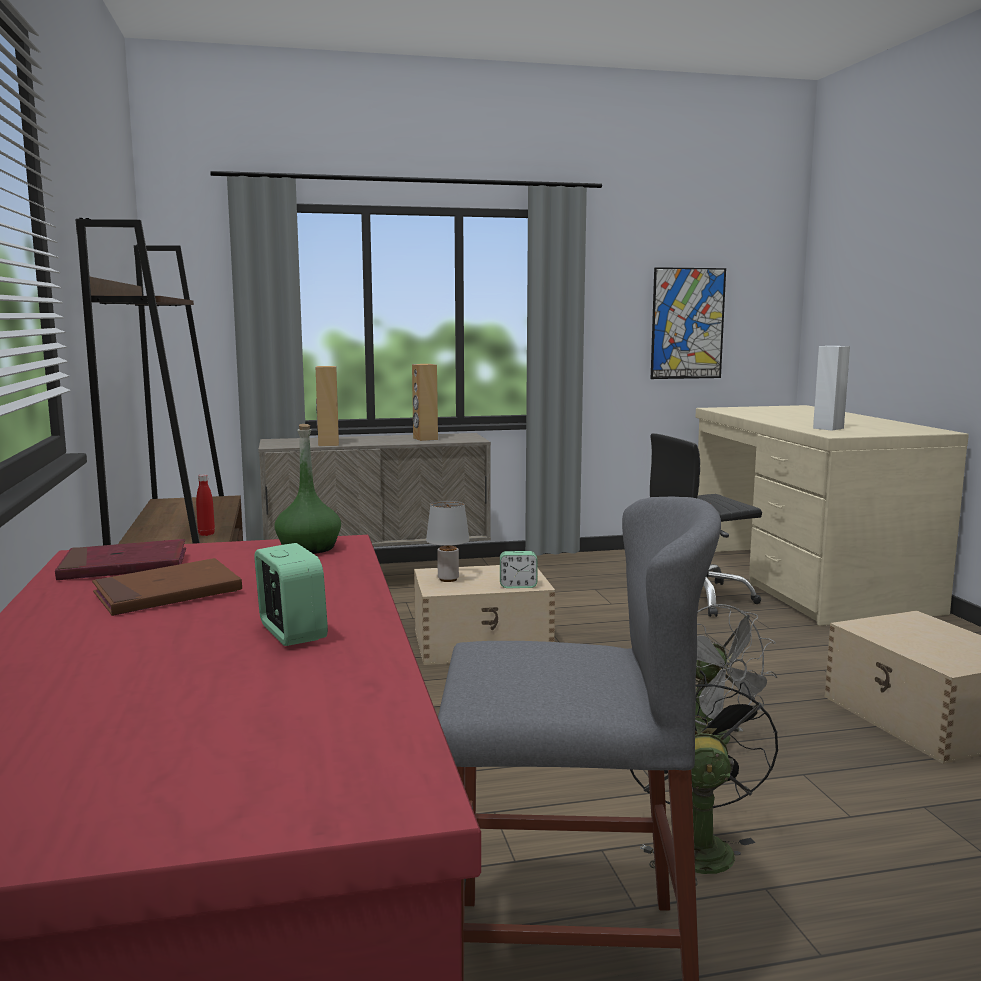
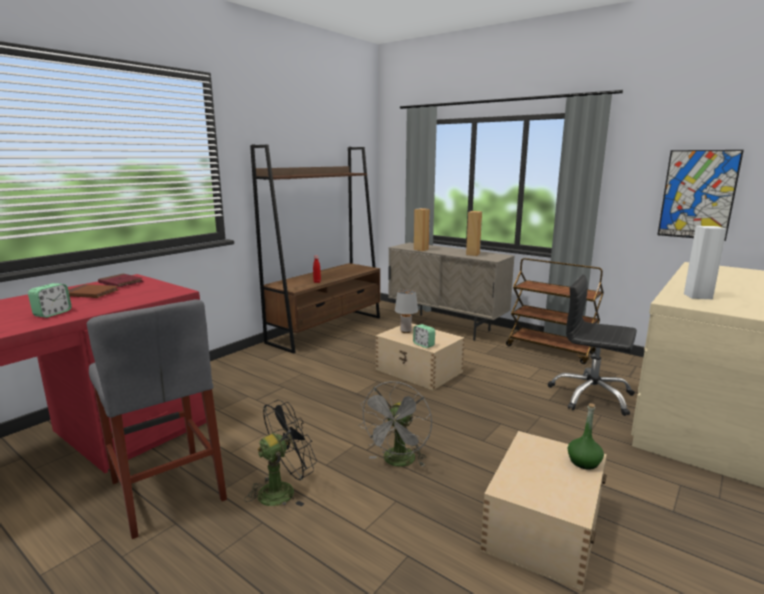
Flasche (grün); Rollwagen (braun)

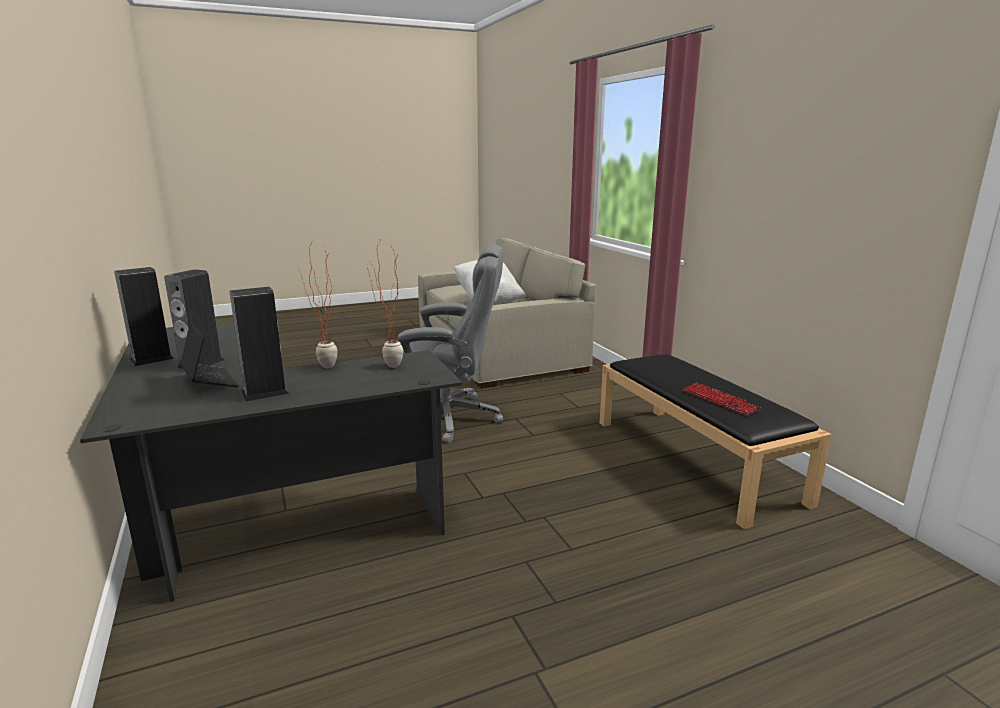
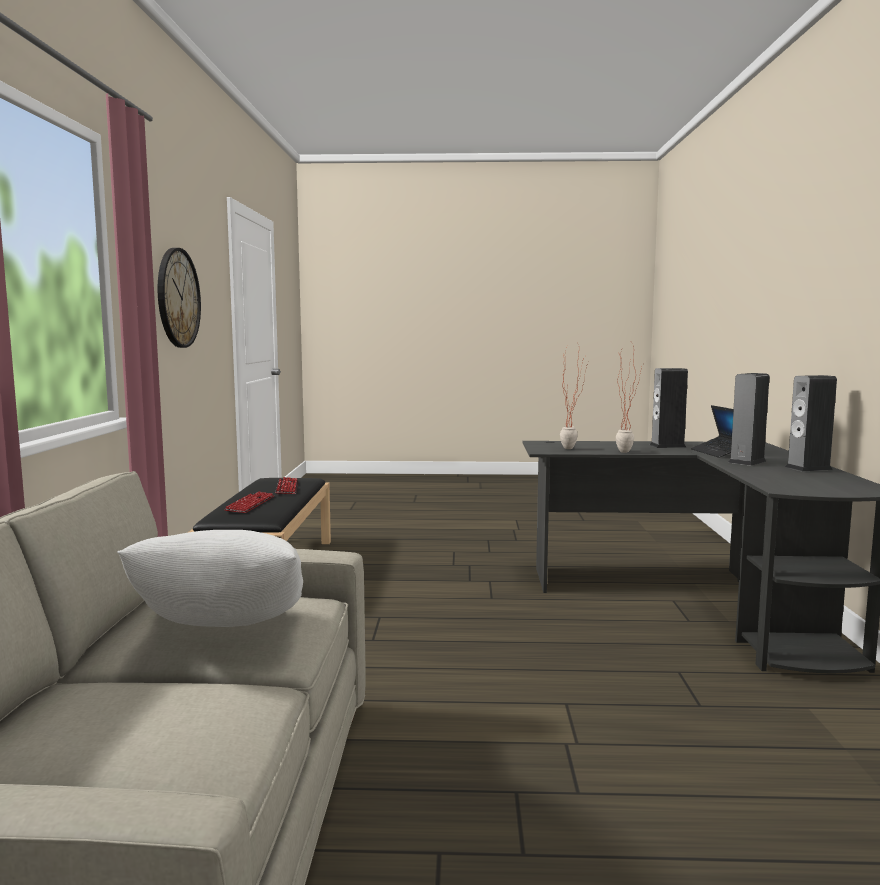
Bürostuhl (grau); Wanduhr; Tastatur (1st from left)

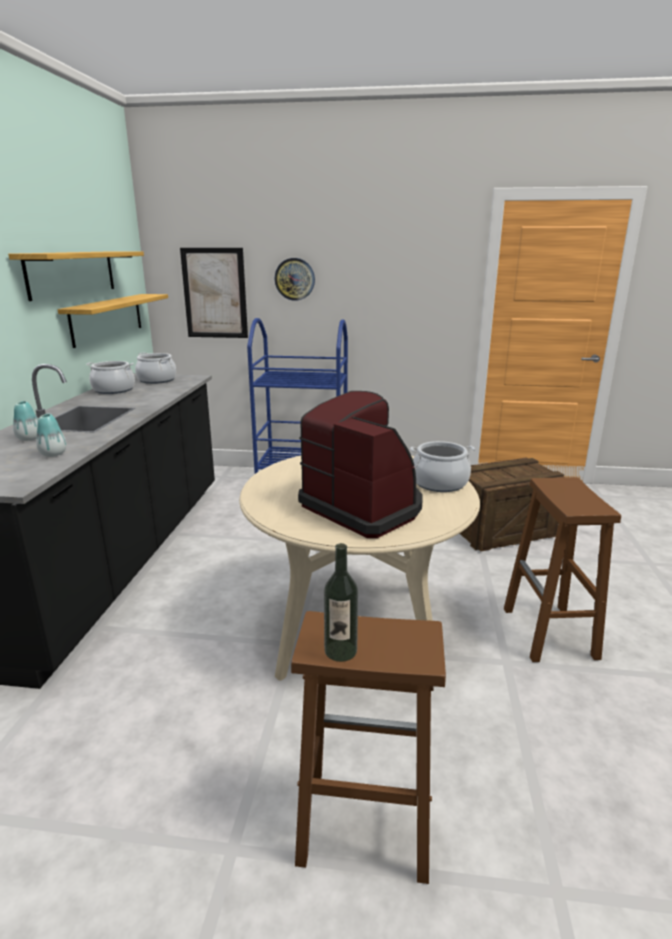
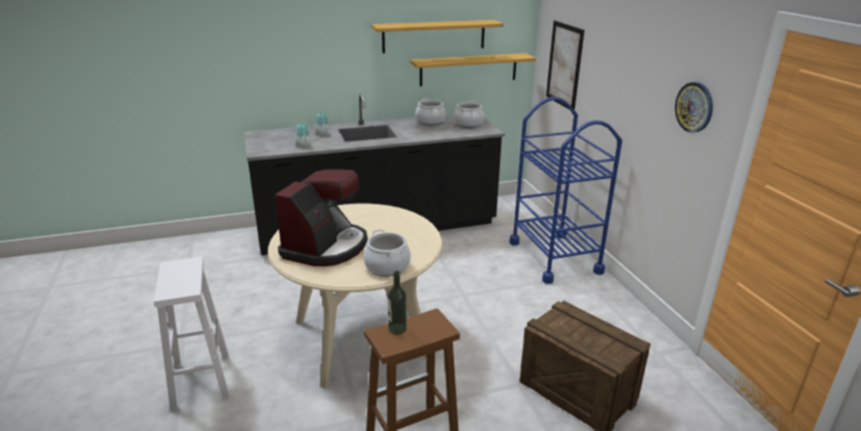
Wanduhr; Flasche; Hocker (weiß)

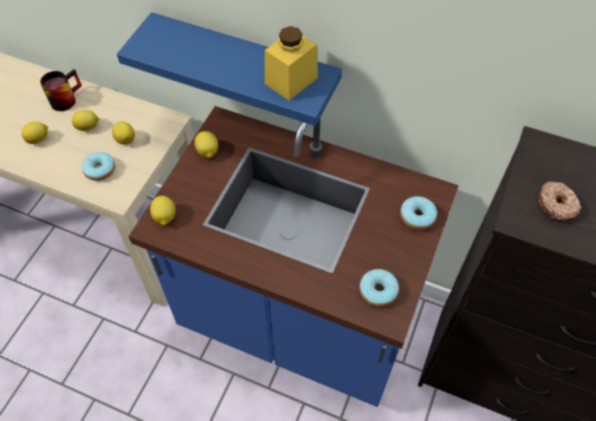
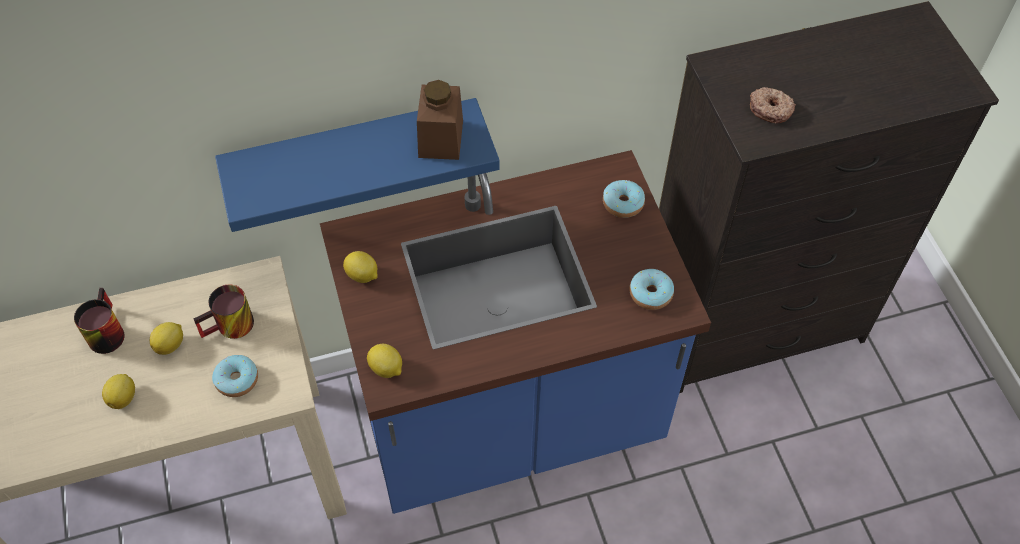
Vorratsglas (braun); Henkelbecher (2nd from left)

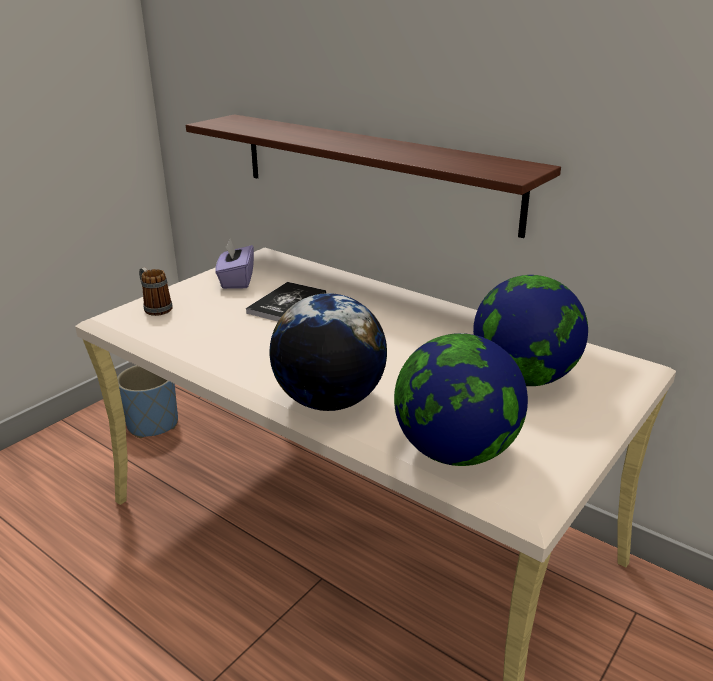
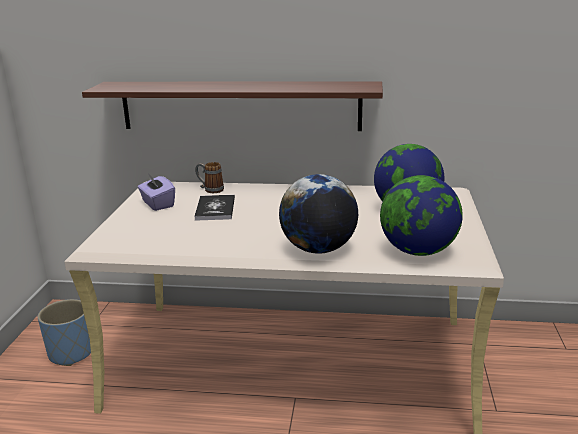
Henkelbecher

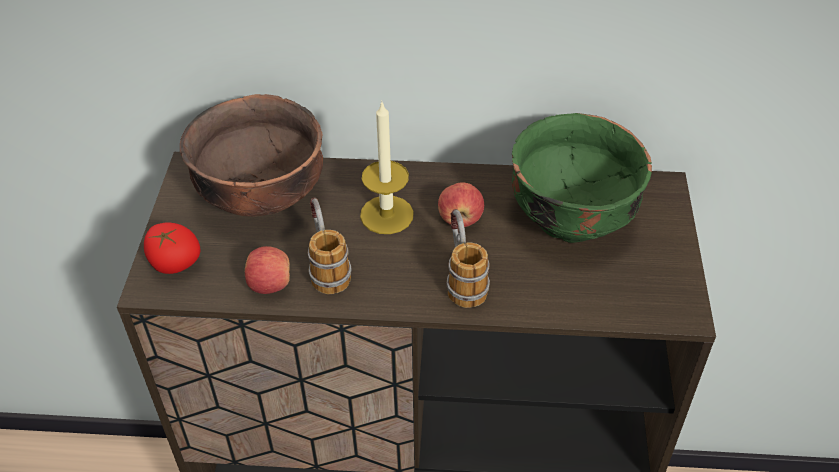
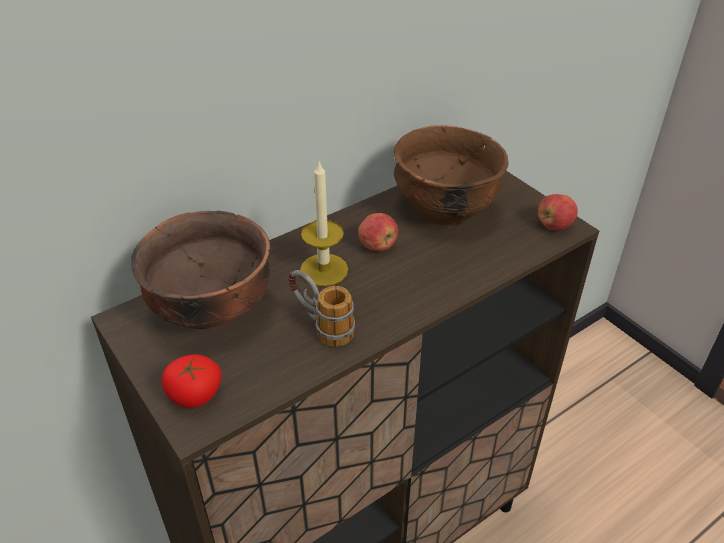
Schüssel (braun) (2nd from left); Henkelbecher (2nd from left in the first image); Apfel (2nd from left)

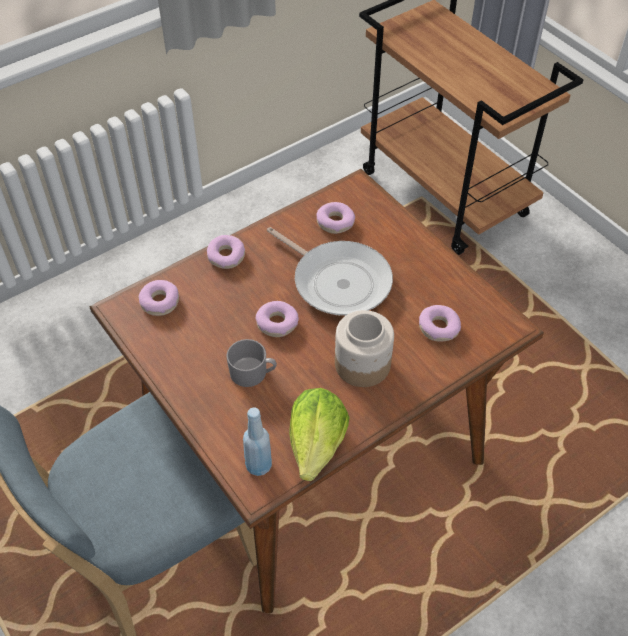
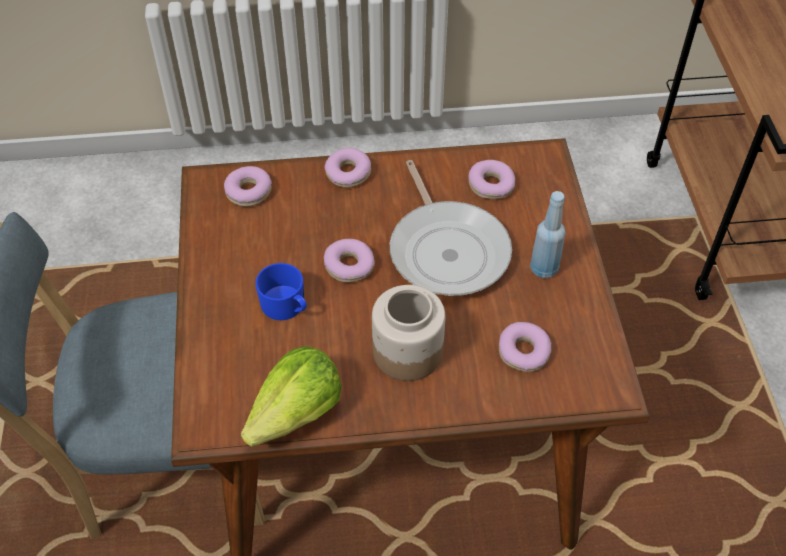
Henkelbecher (blau); Flasche (blau)

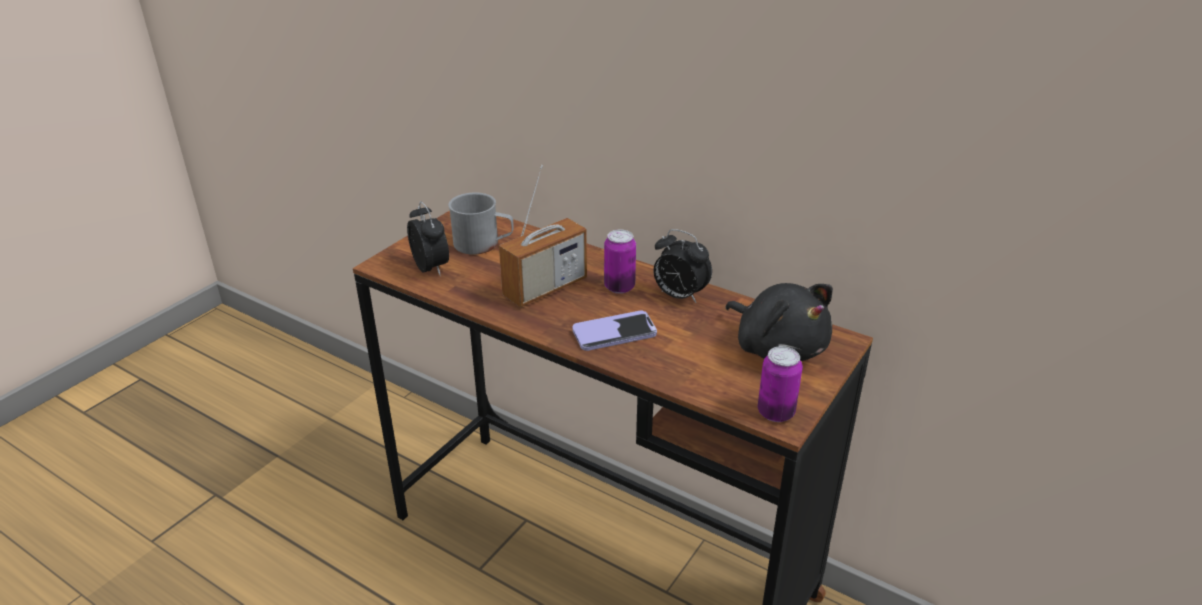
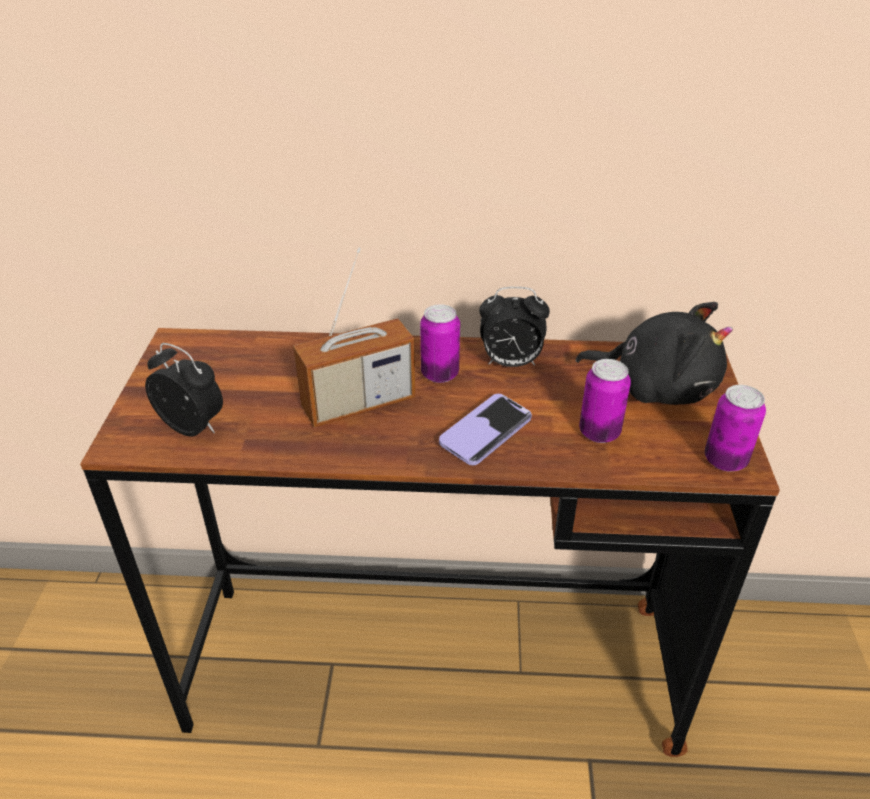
Radio; Henkelbecher (grau); Dose (2nd from left)

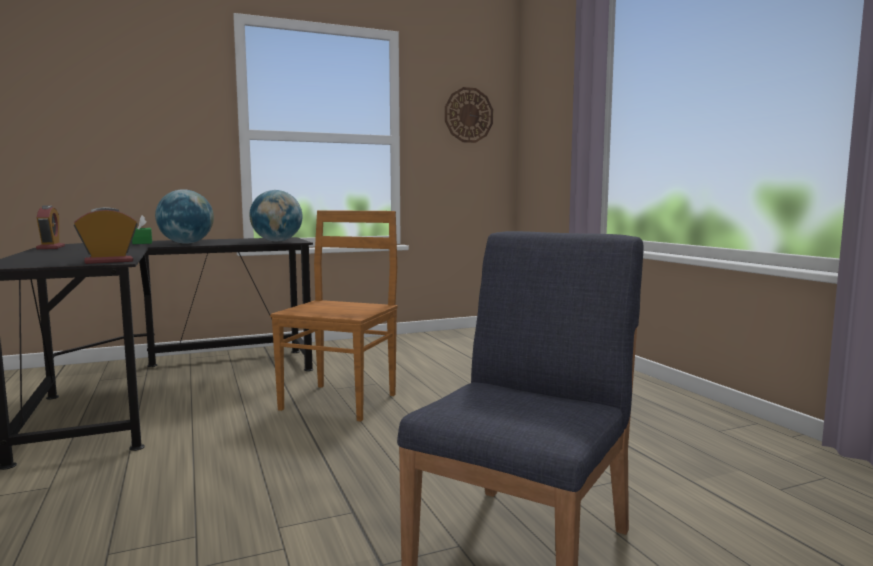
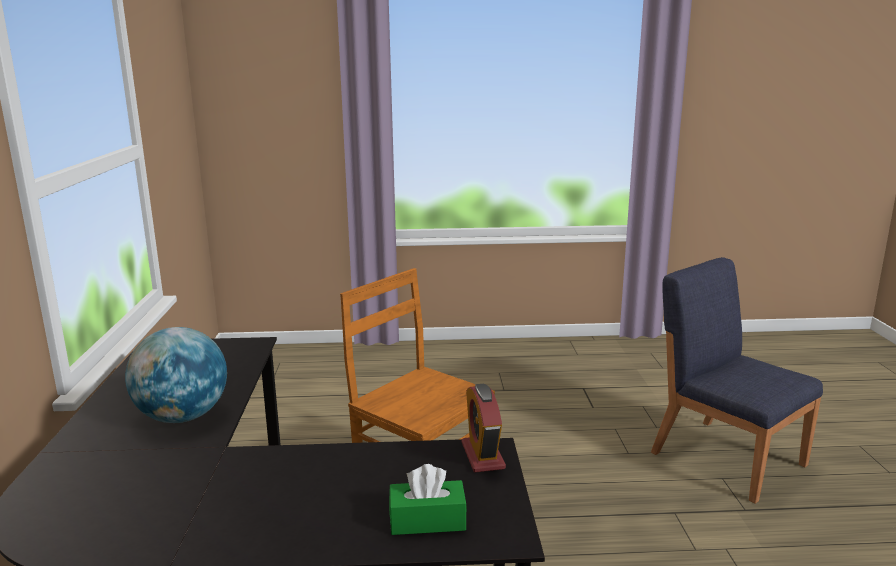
Wanduhr; Globus (2nd from left in the first image); Wecker (1st from left in the first image); Taschentuchbox (grün)

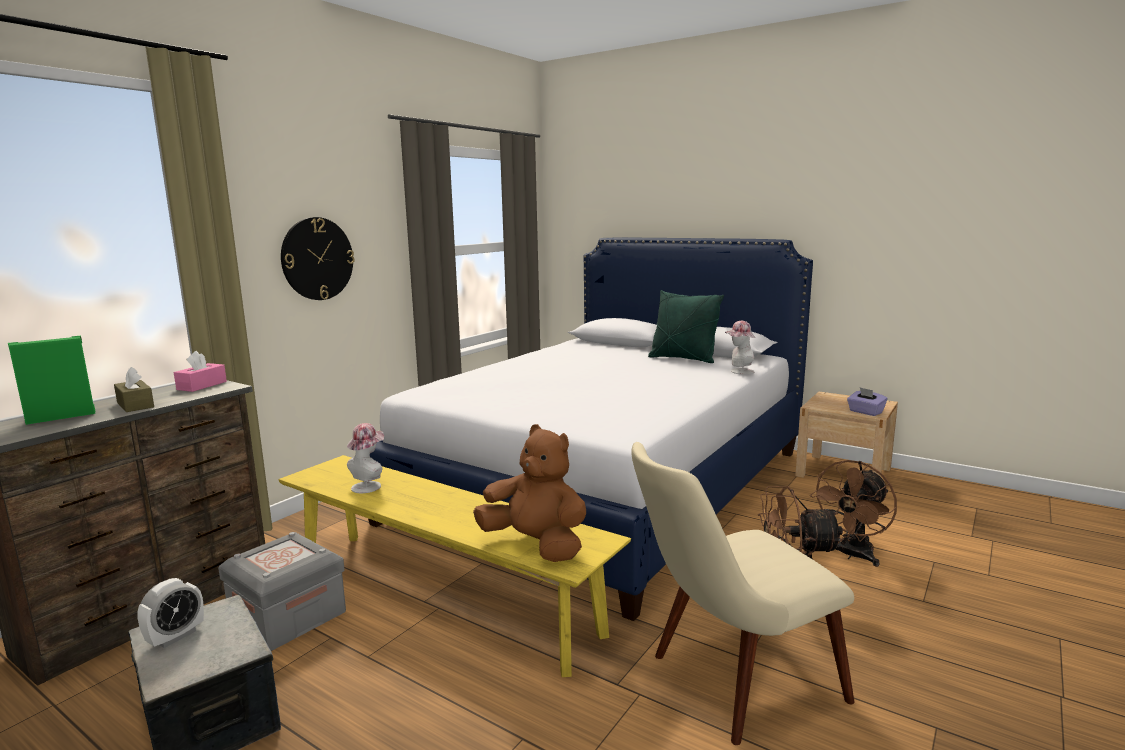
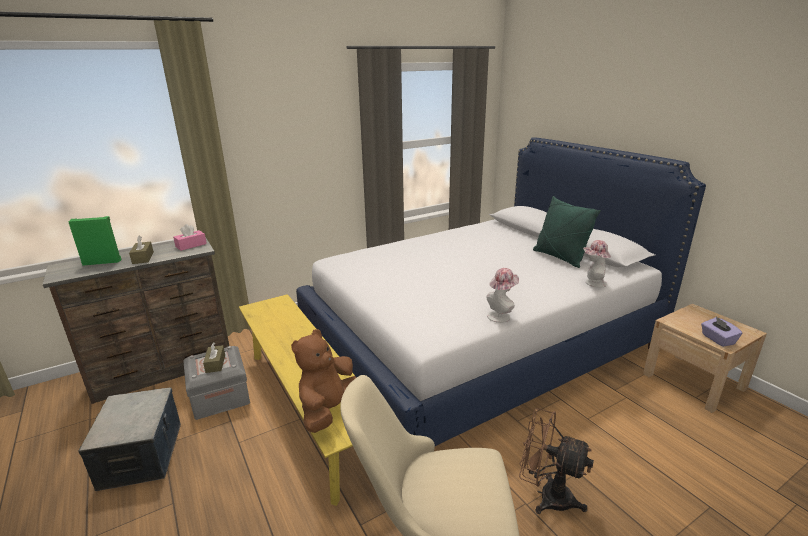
Wanduhr; Hut (1st from left); Plüschtier (braun); Ventilator (braun) (2nd from left in the first image); Wecker; Taschentuchbox (braun) (2nd from left)

